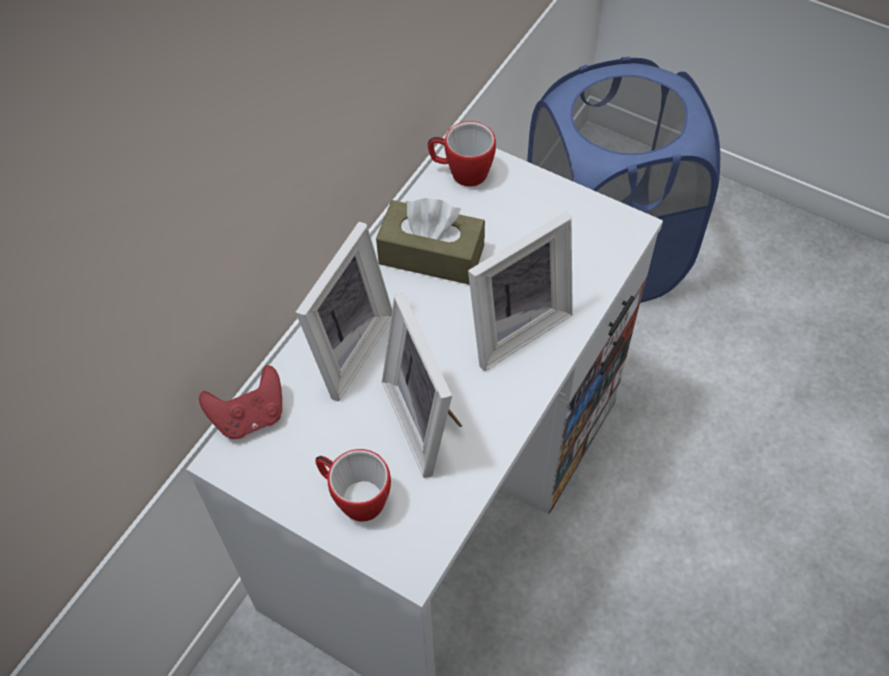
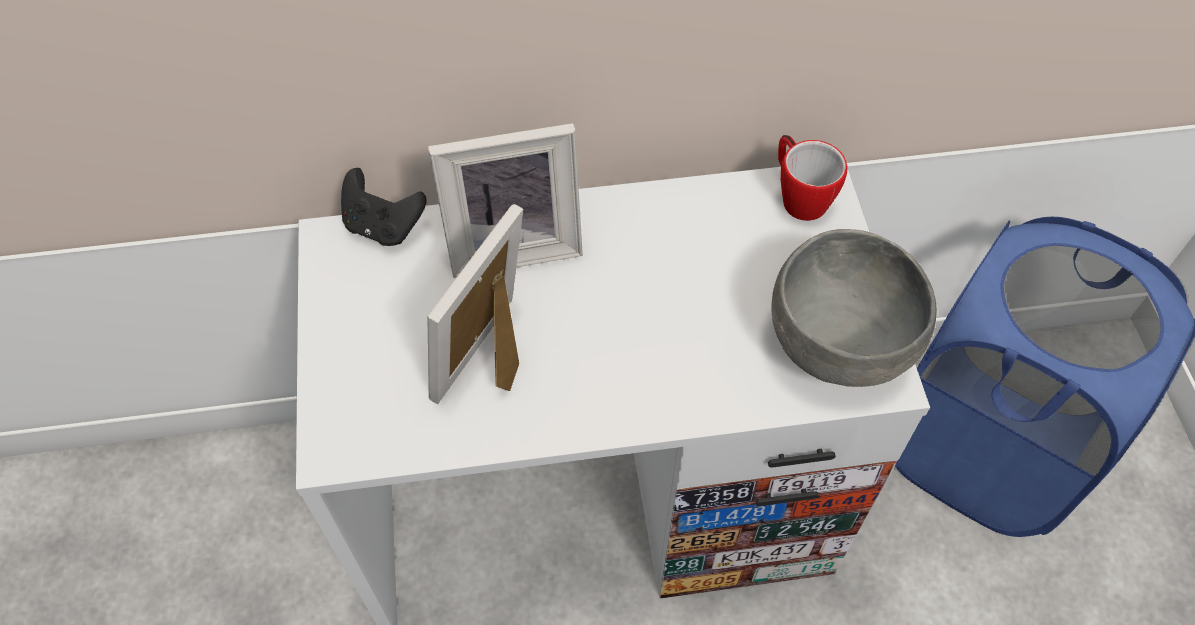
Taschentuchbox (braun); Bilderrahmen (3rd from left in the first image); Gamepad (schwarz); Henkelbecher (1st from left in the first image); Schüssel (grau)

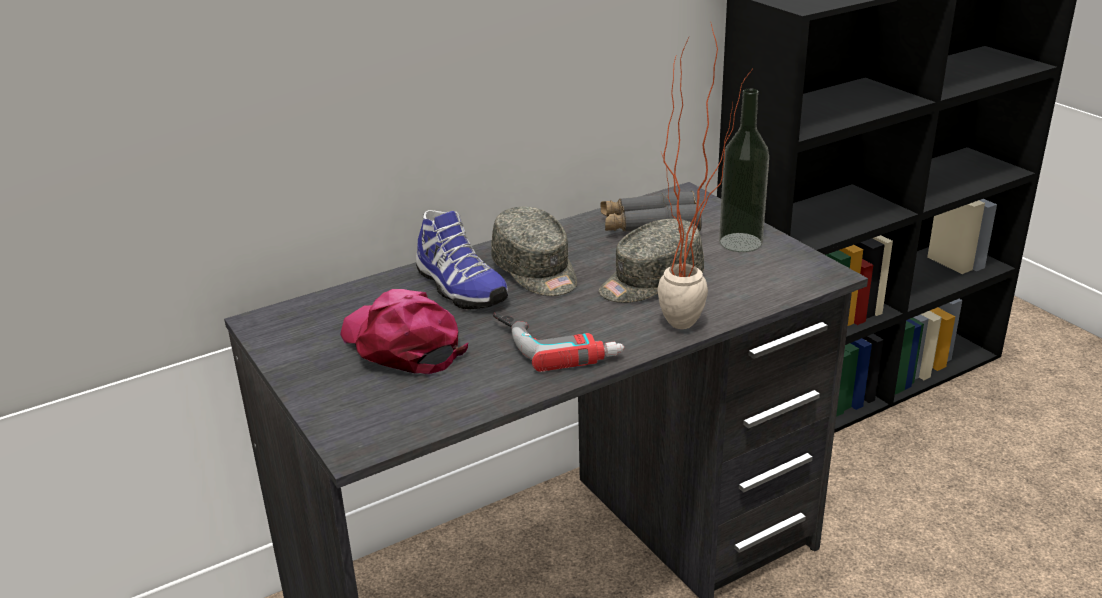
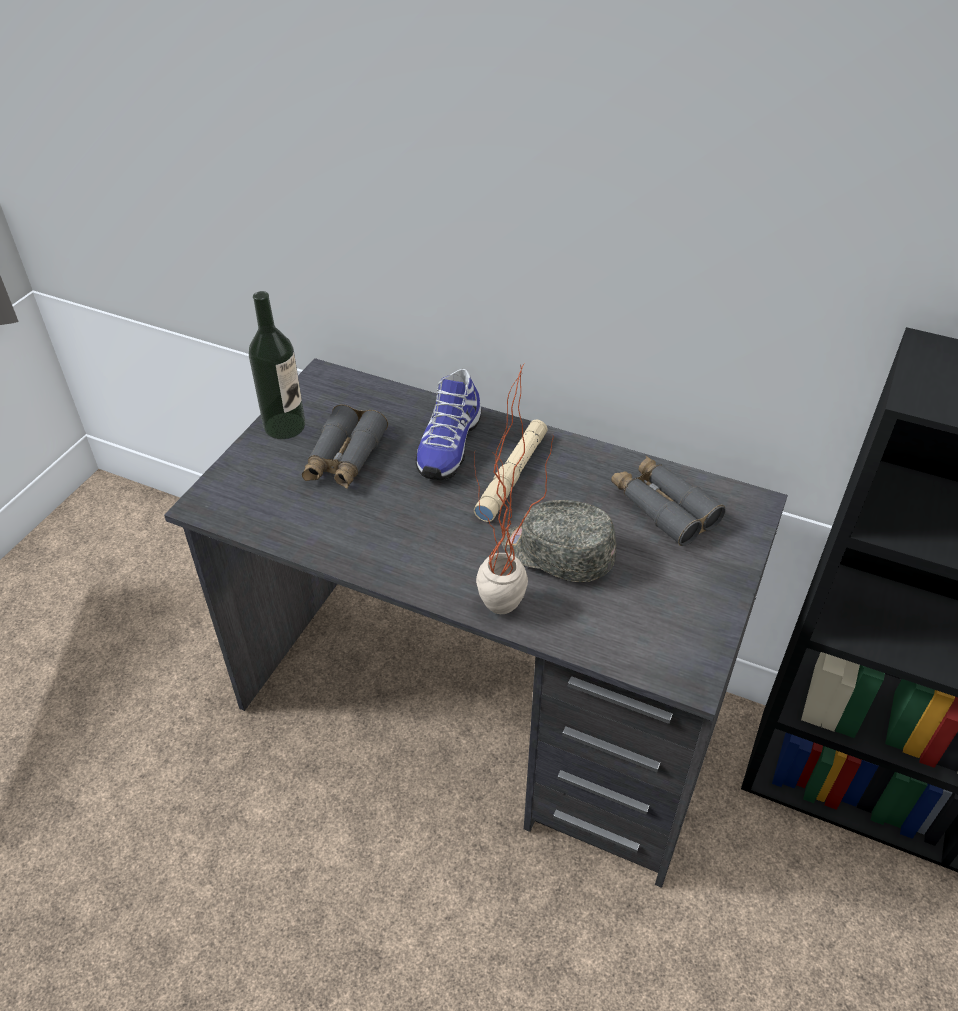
Flasche; Taschenlampe (beige); Fernglas (grau) (1st from left); Bohrmaschine

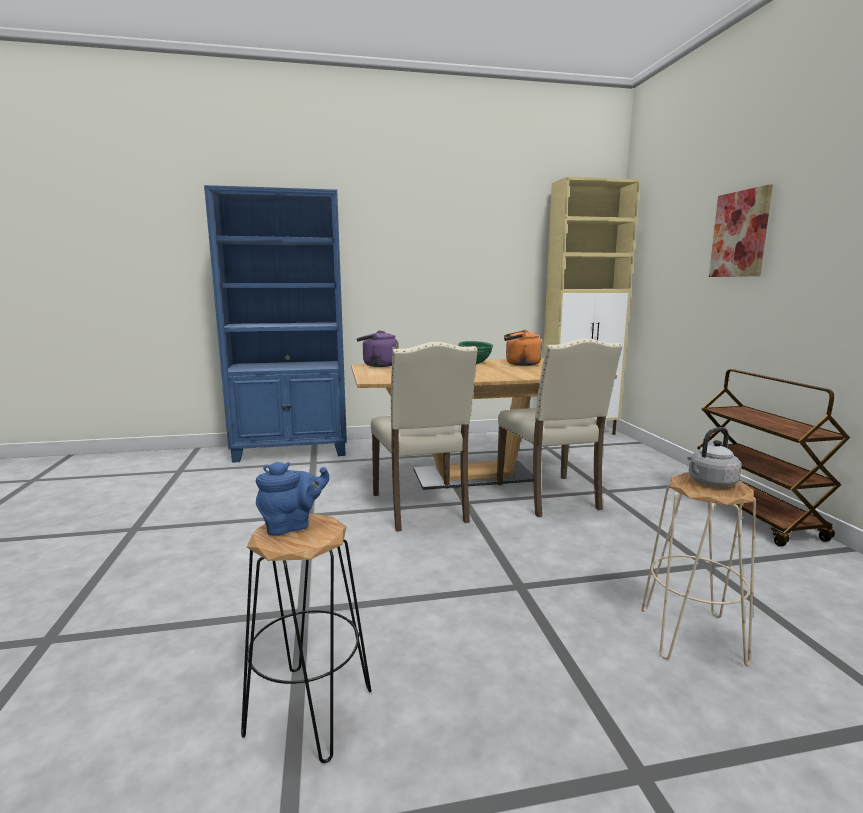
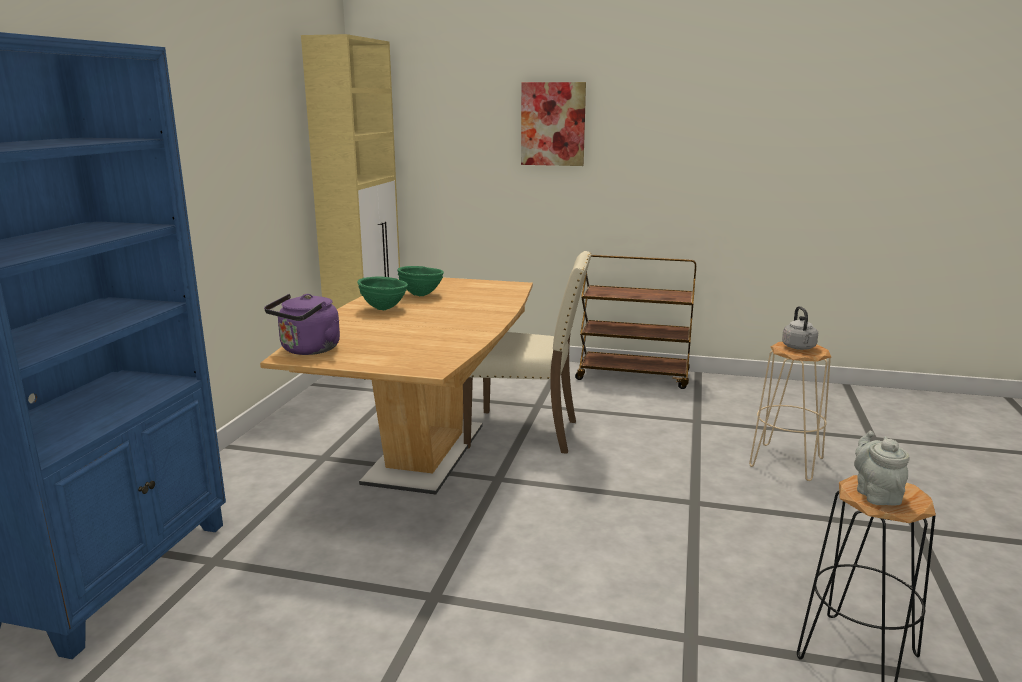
Schüssel (grün) (2nd from left); Stuhl (beige) (1st from left in the first image); Teekanne (grau)

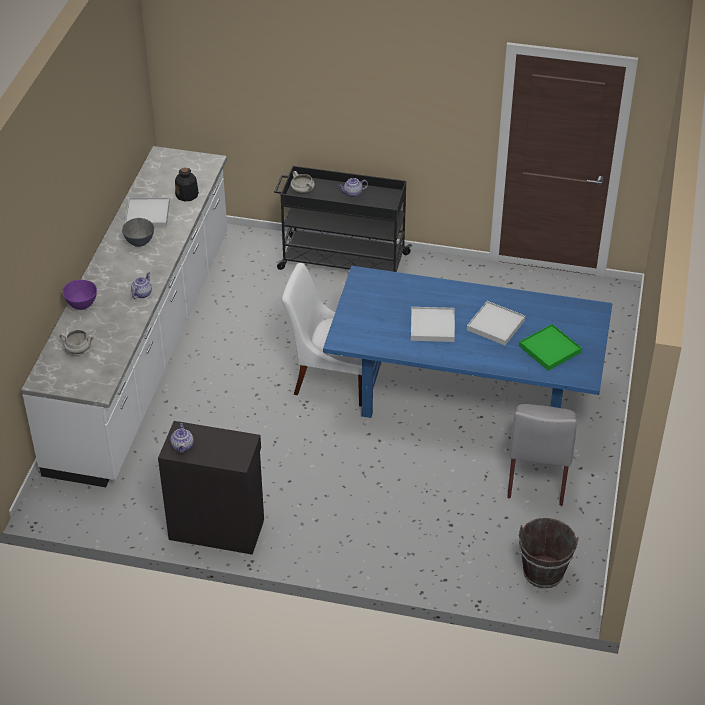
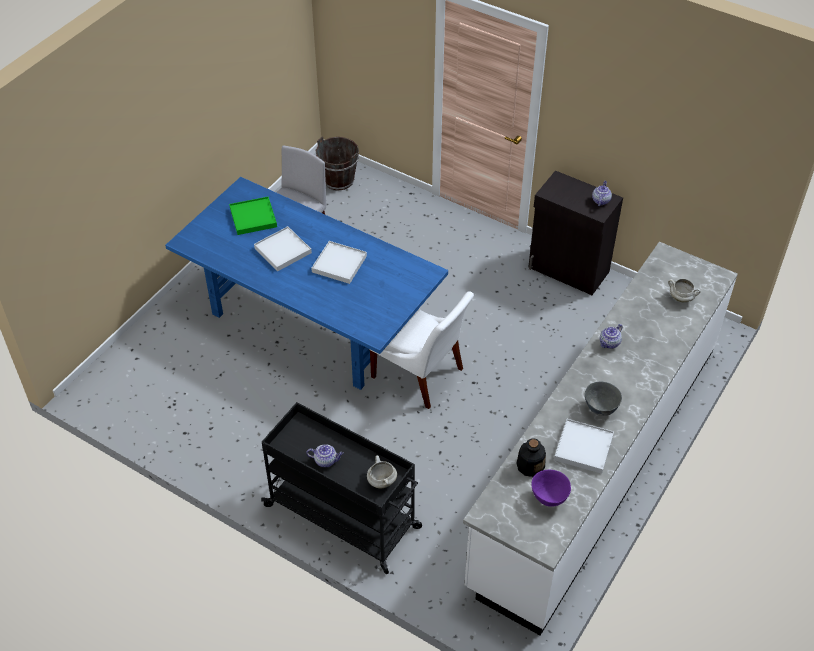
Schüssel (lila)

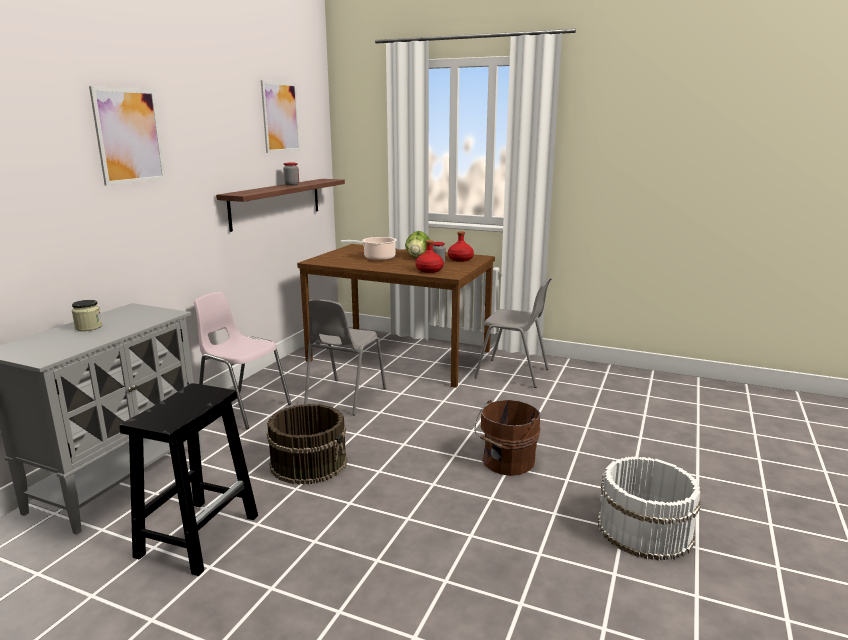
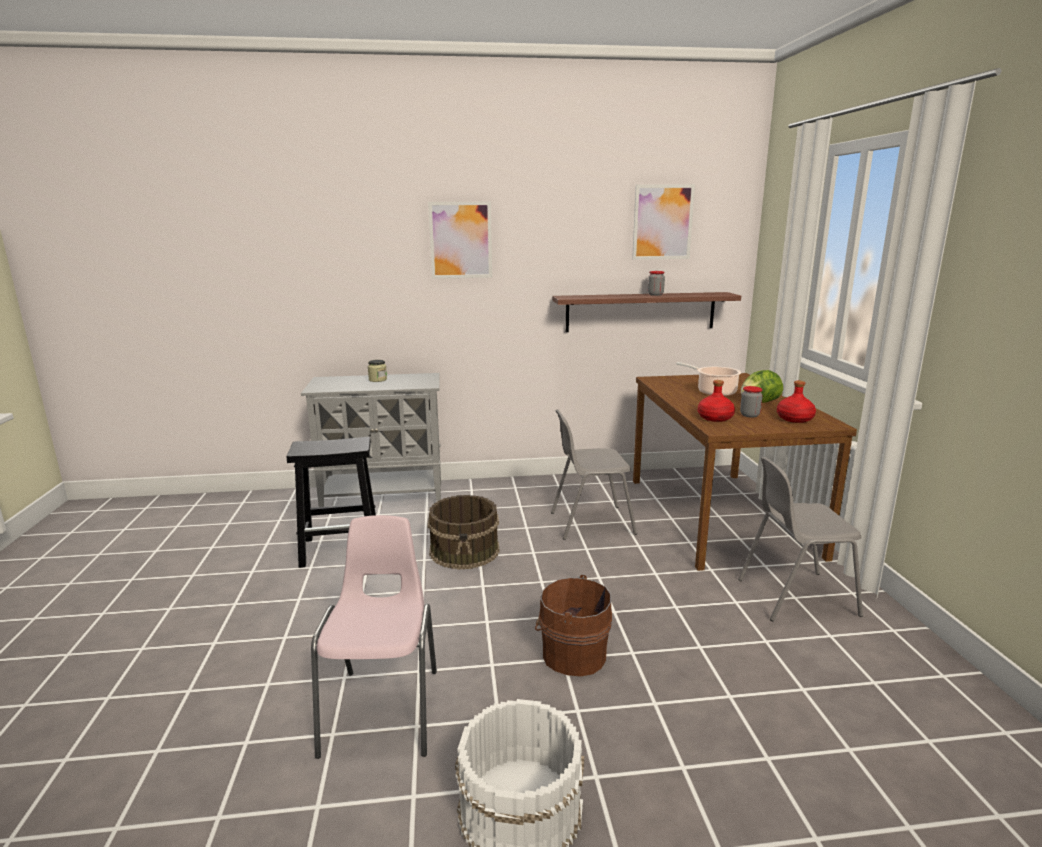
Stuhl (grau) (2nd from left); Stuhl (rosa)

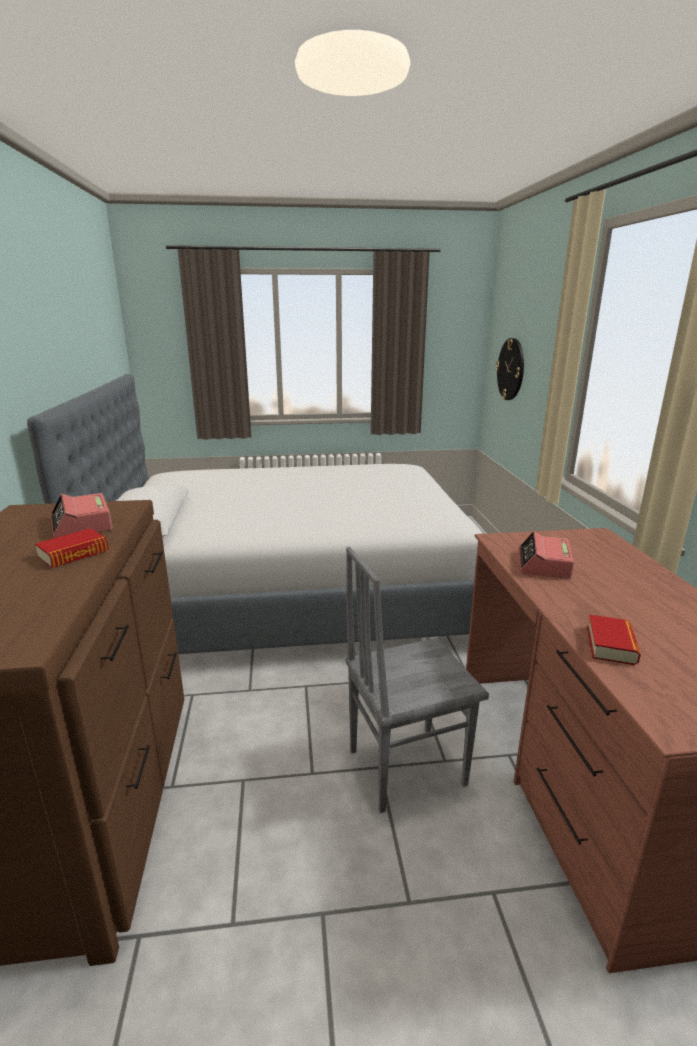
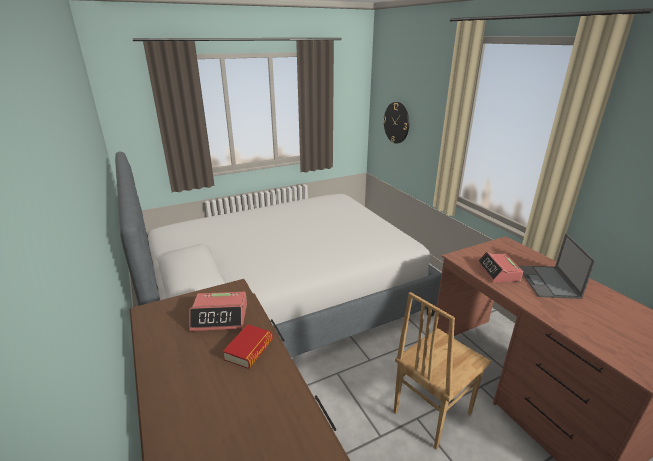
Wecker (1st from left); Stuhl (braun); Buch (2nd from left in the first image); Laptop

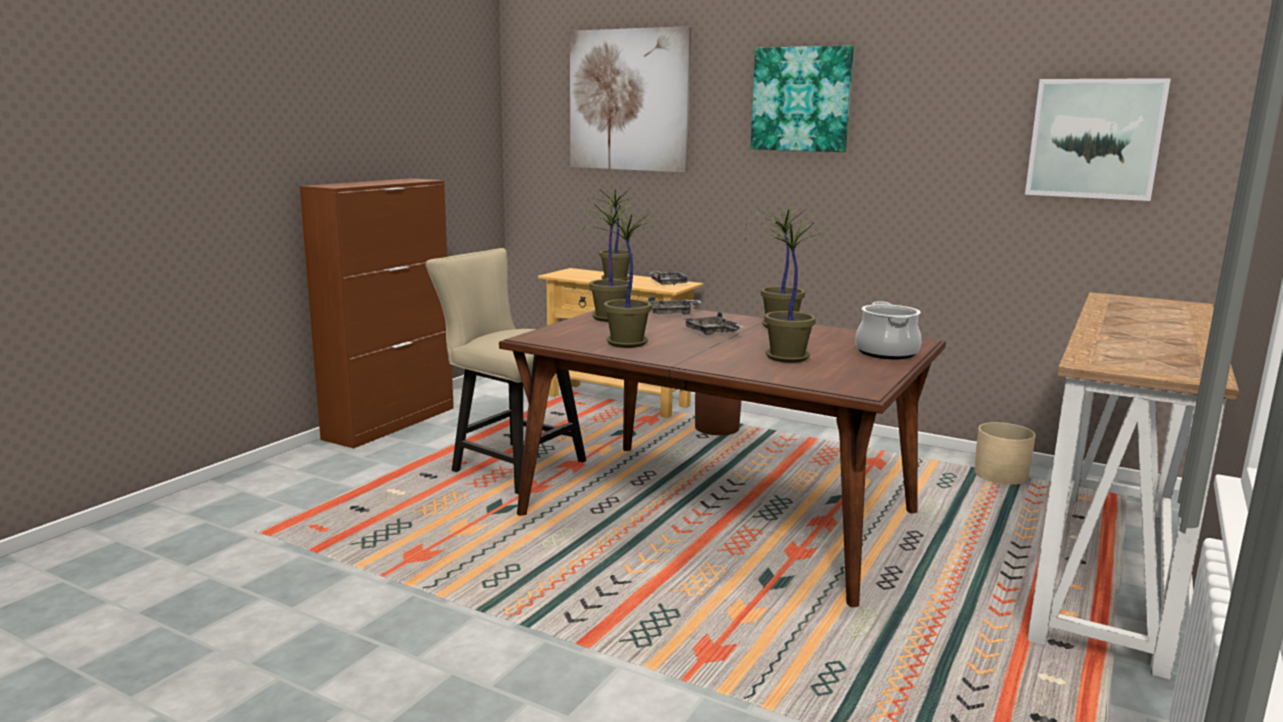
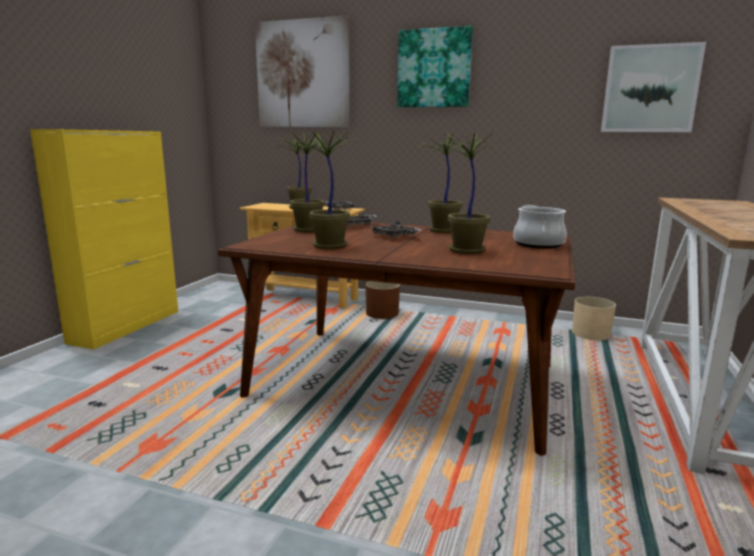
Schrank (gelb); Stuhl (beige)

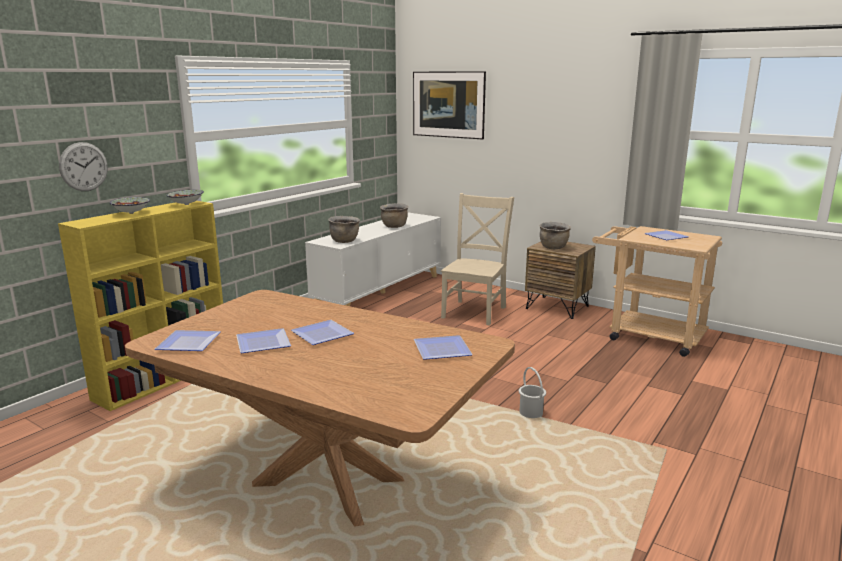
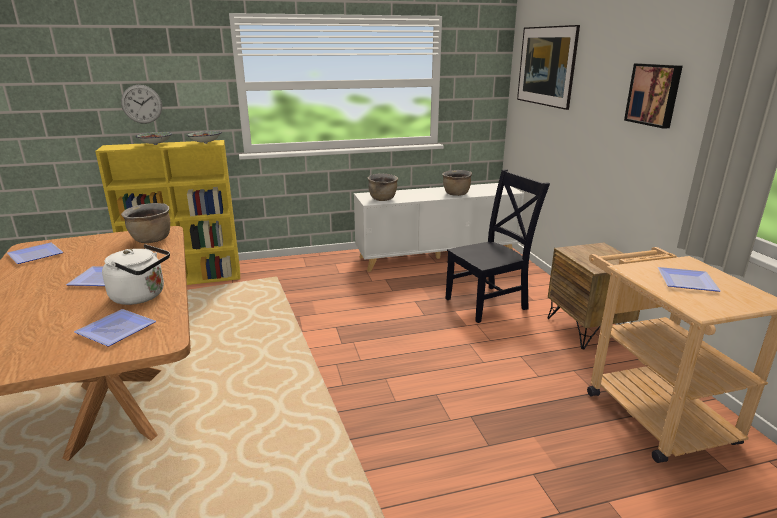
Stuhl (schwarz); Kochtopf (braun) (1st from left); Teller (2nd from left in the first image); Eimer (weiß); Bild (2nd from left); Wasserkessel (weiß)

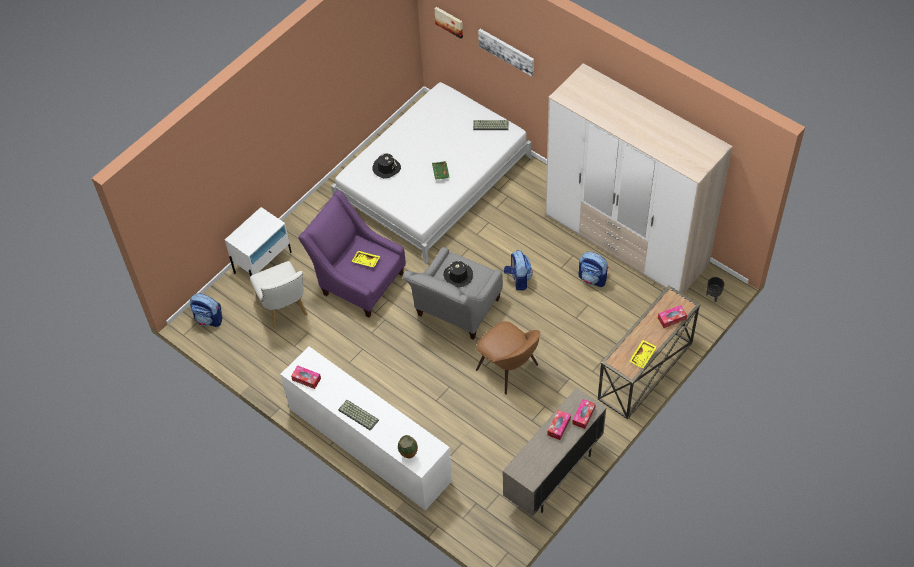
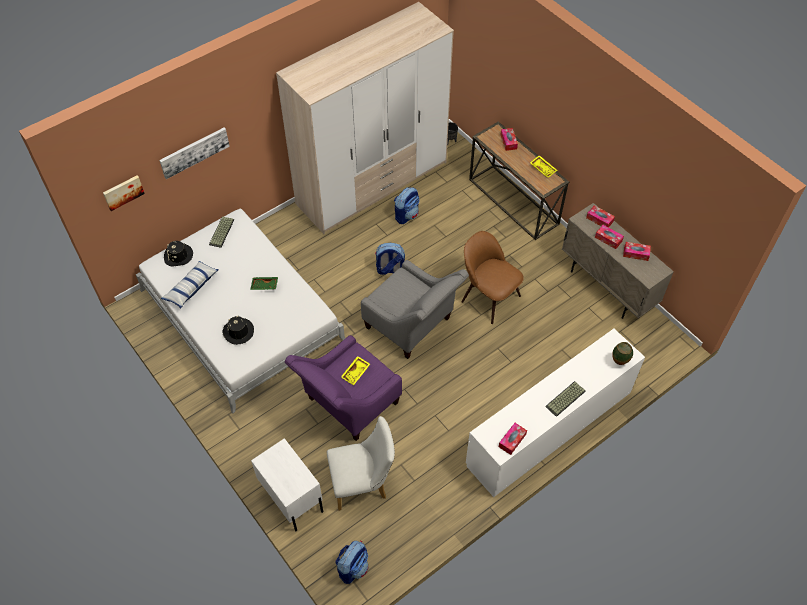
Hut (schwarz) (1st from left); Stuhl (braun); Taschentuchbox (5th from left); Kissen

